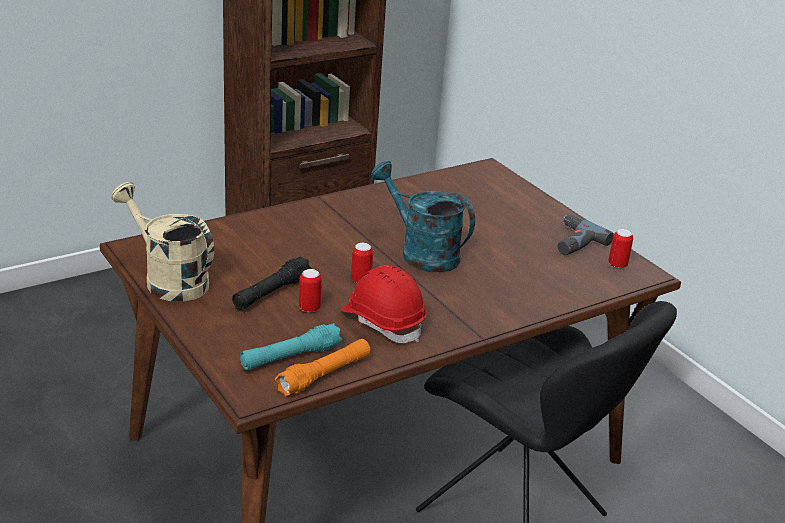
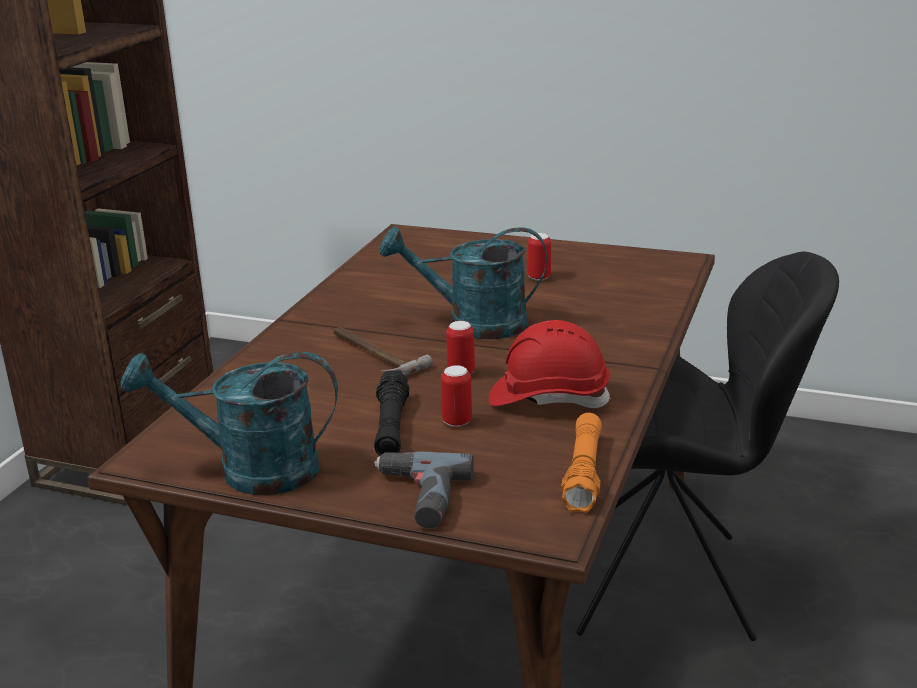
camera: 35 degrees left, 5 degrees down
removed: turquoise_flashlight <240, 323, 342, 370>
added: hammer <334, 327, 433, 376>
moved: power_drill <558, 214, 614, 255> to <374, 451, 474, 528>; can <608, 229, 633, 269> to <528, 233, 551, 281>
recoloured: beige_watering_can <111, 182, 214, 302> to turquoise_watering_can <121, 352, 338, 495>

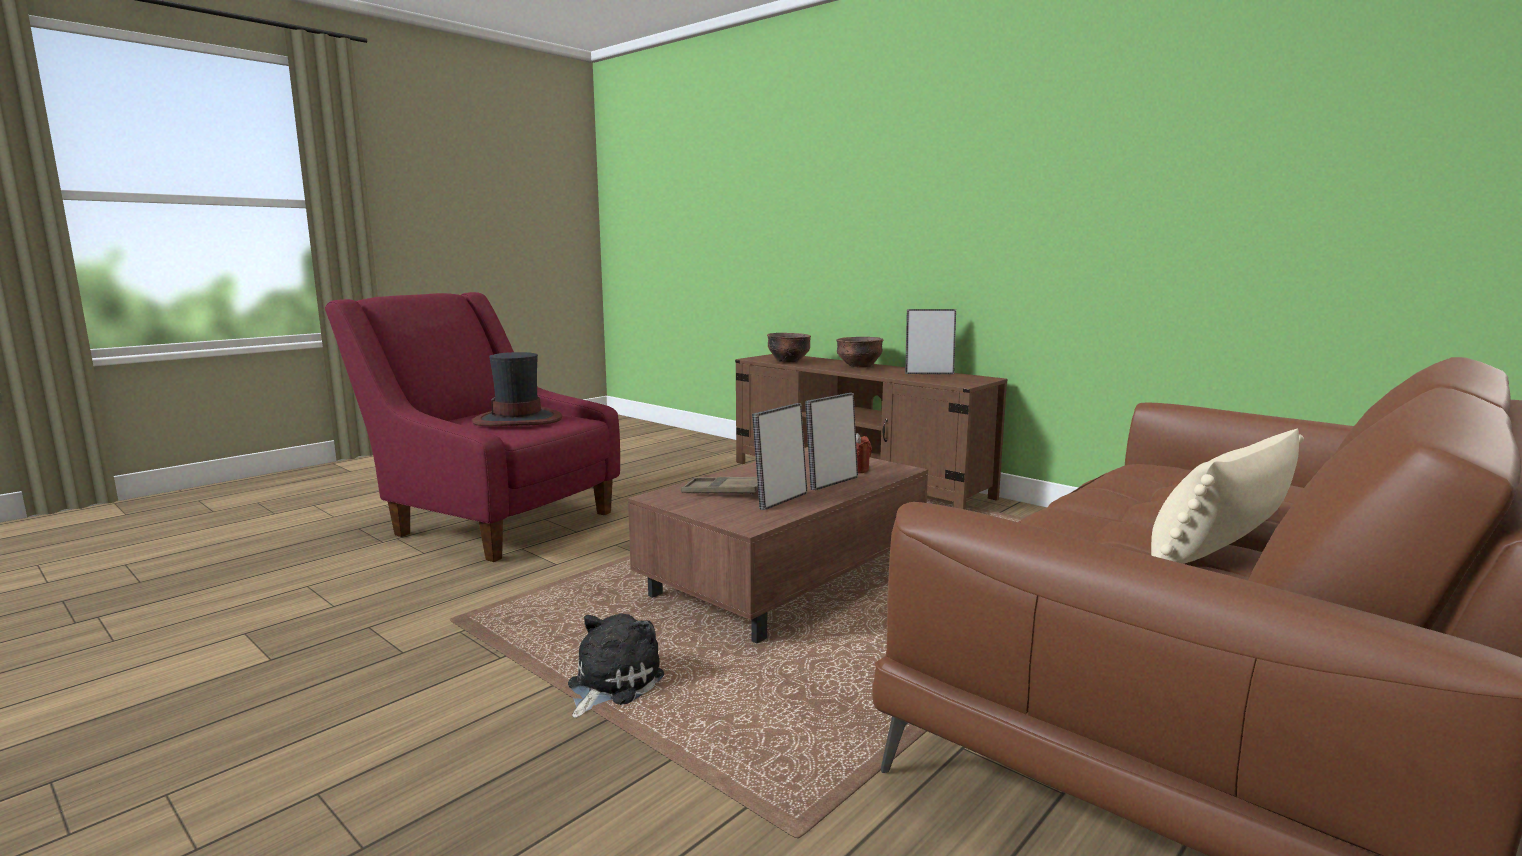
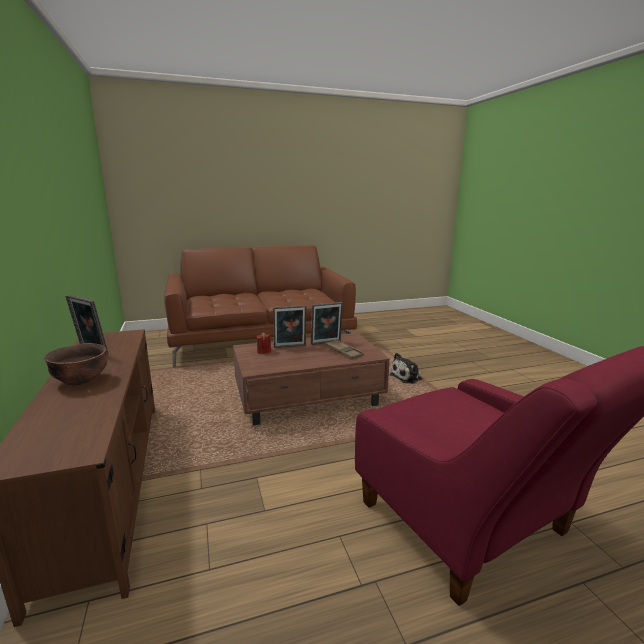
camera: 150 degrees left, 5 degrees up
removed: hat <472, 352, 562, 426>; brown_bowl <767, 333, 811, 362>; beige_pillow <1151, 429, 1304, 564>

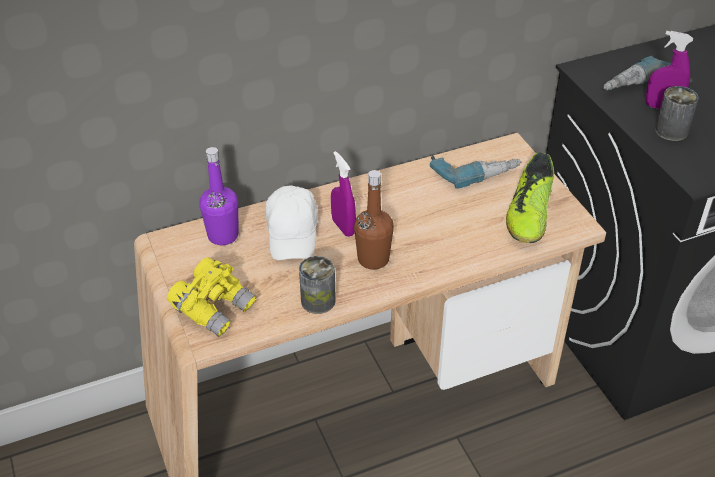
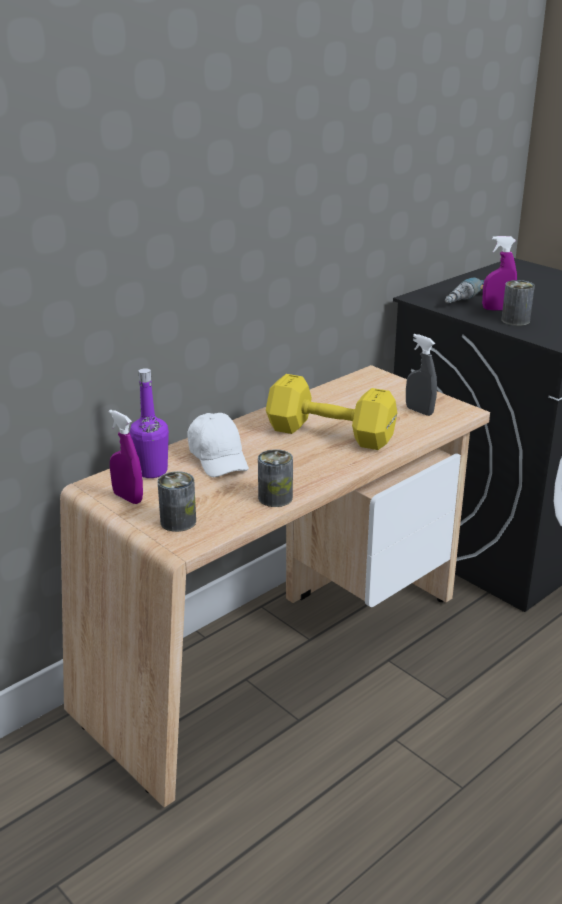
camera: 20 degrees left, 15 degrees down
removed: brown_bottle <354, 170, 394, 270>; power_drill <430, 156, 522, 189>
added: yellow_dumbbell <266, 374, 397, 450>
moved: purple_spray_bottle <331, 151, 356, 237> to <109, 410, 143, 504>
replaced: yellow_binoculars <167, 257, 256, 337> to can <157, 471, 196, 532>; shoe <506, 152, 554, 243> to grey_spray_bottle <406, 334, 437, 416>

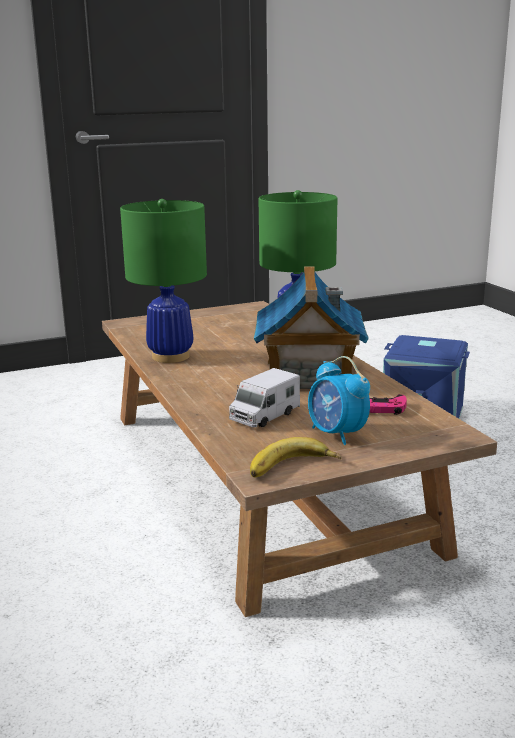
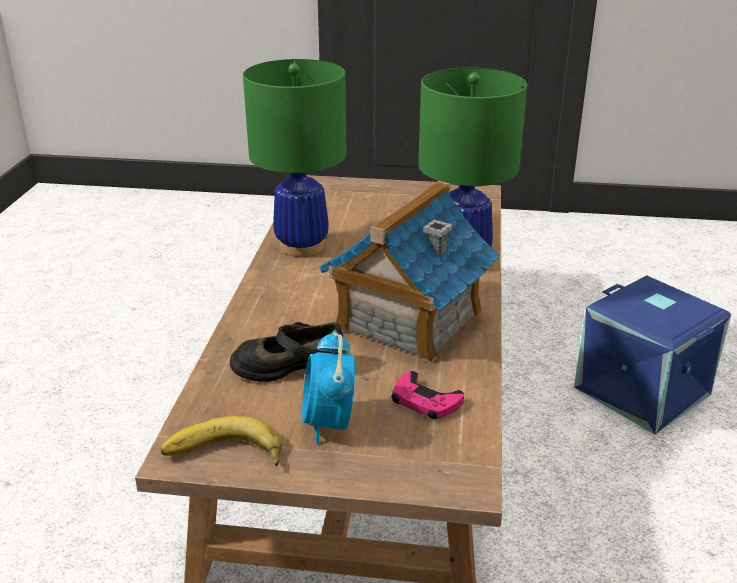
camera: 30 degrees right, 10 degrees up
replaced: toy_truck <229, 368, 300, 427> to black_shoe <230, 322, 346, 382>

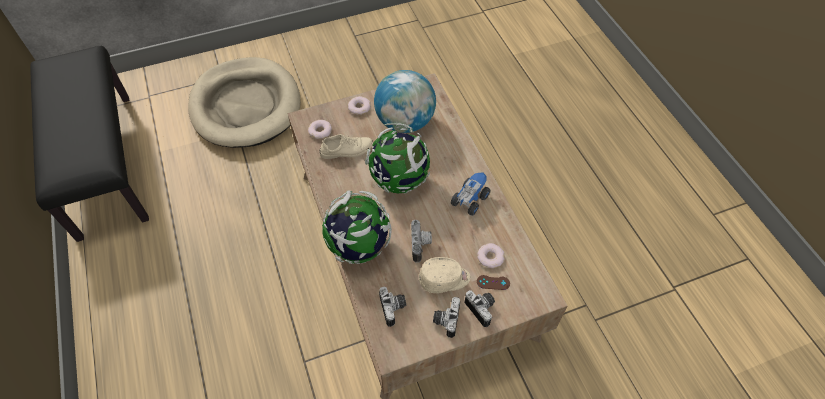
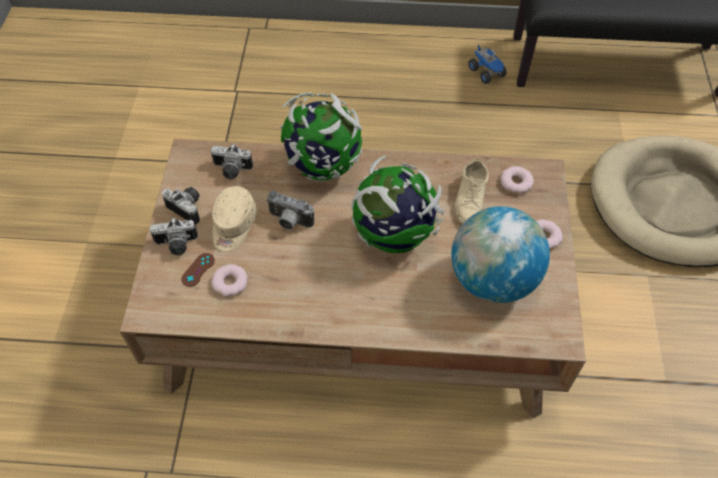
camera: 115 degrees right, 0 degrees up
moved: toy_truck <451, 172, 491, 216> to <468, 44, 507, 84>

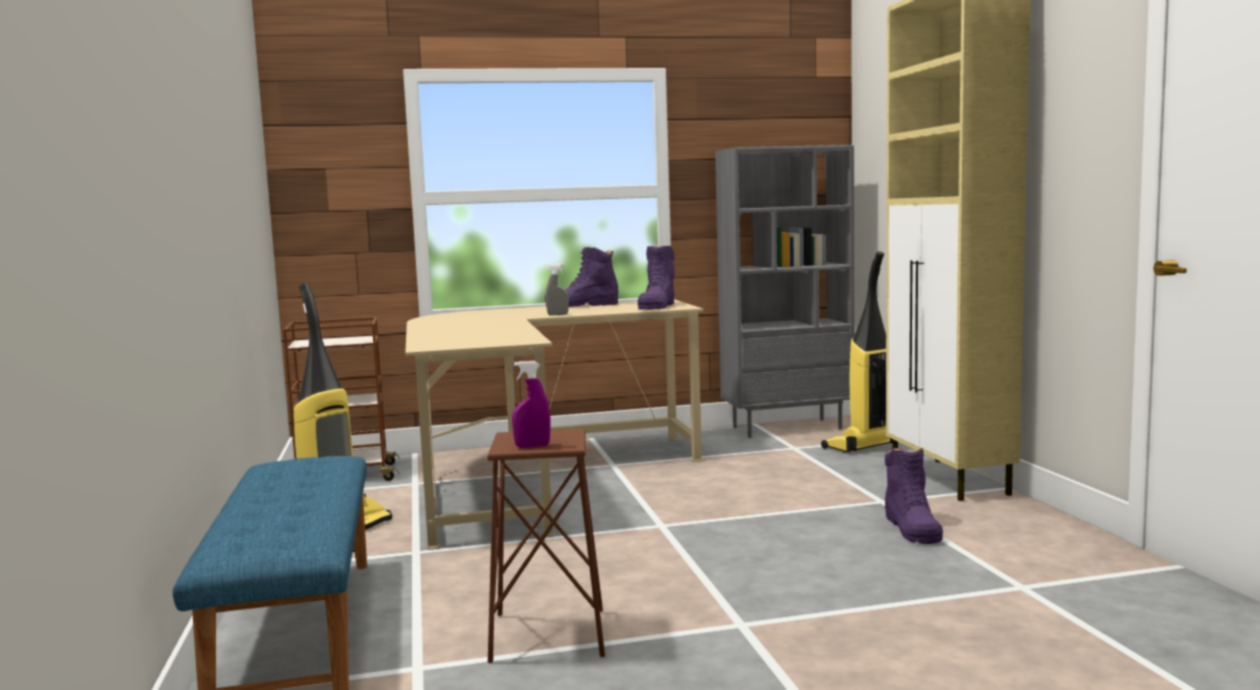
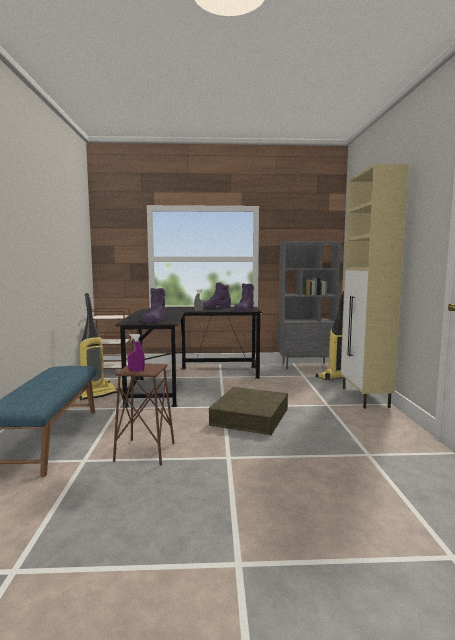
camera: 10 degrees right, 0 degrees up
added: brown_storage_box <209, 387, 288, 435>
moved: purple_boot <885, 448, 943, 544> to <143, 288, 166, 323>
recoloured: beige_desk <405, 299, 703, 550> to black_desk <116, 307, 262, 408>

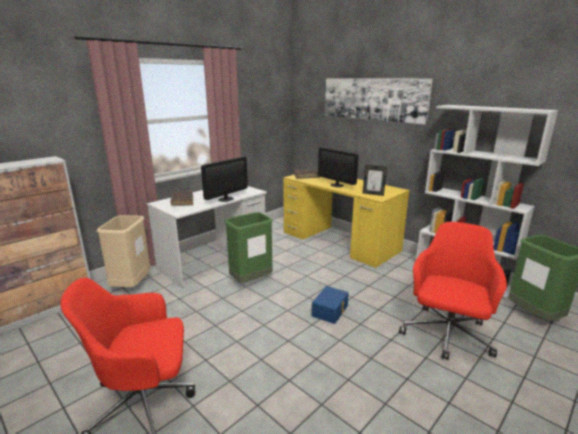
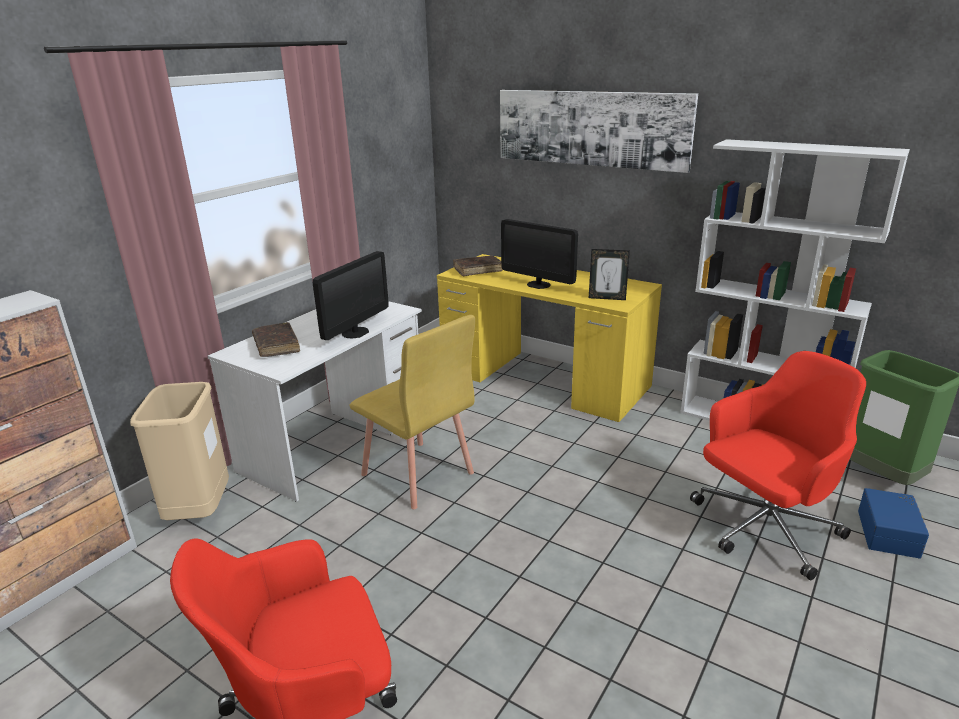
camera: 10 degrees left, 5 degrees up
moved: blue_storage_box <312, 286, 349, 324> to <858, 488, 929, 559>
replaced: green_trash_can <225, 212, 273, 283> to yellow_chair <349, 315, 475, 509>
turned: red_office_chair <399, 222, 507, 360> = <690, 351, 866, 580> 45 degrees clockwise

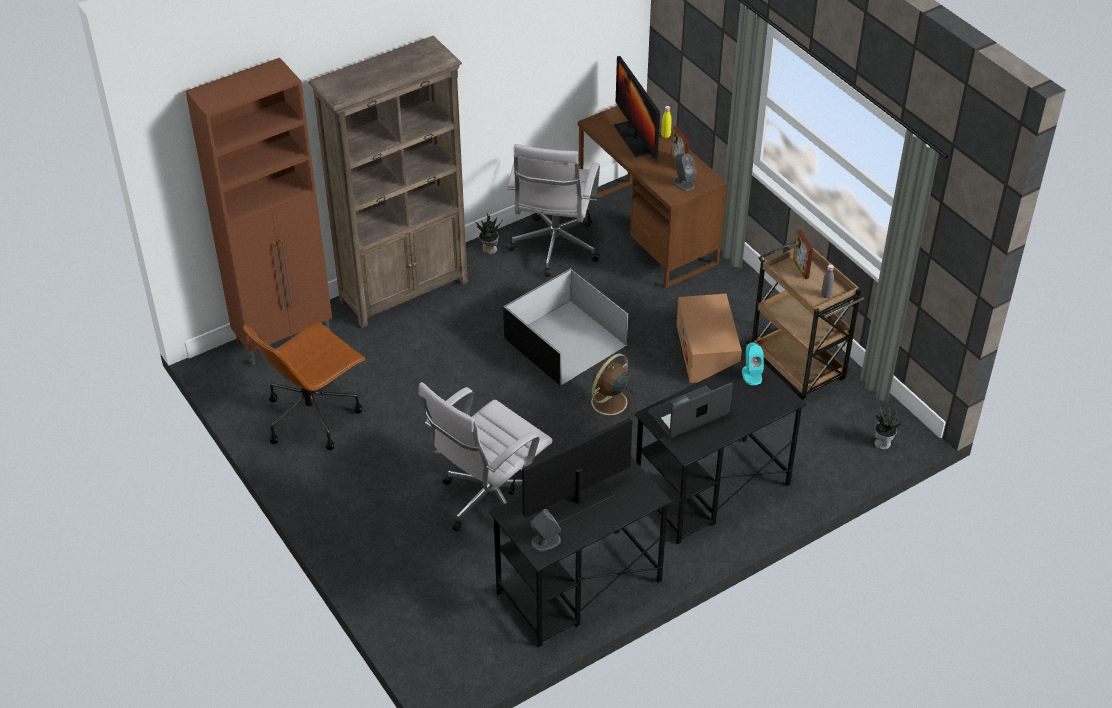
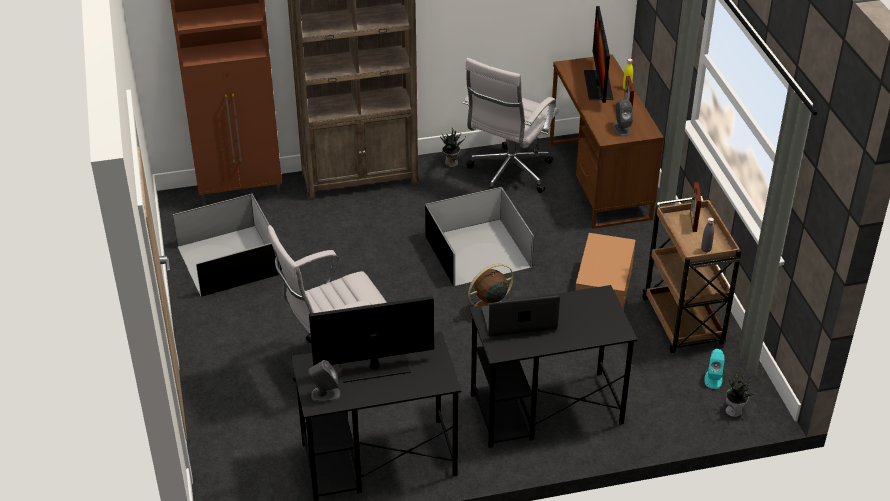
camera: 20 degrees right, 5 degrees down
moved: turquoise_speaker <742, 343, 764, 385> to <704, 349, 725, 389>
replaced: brown_office_chair <243, 323, 365, 450> to black_storage_box <173, 194, 282, 297>

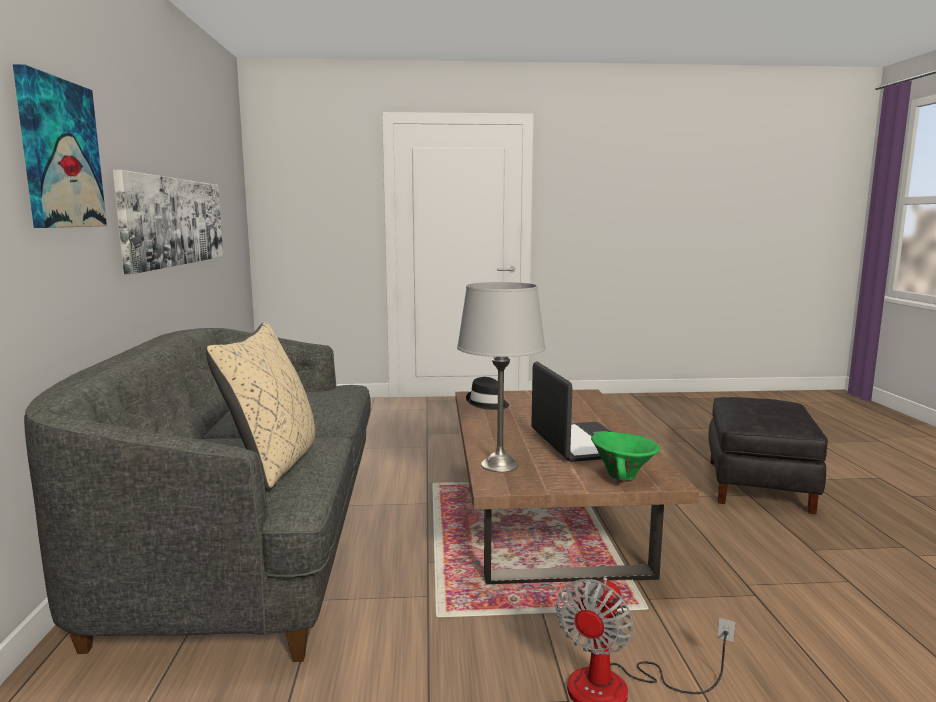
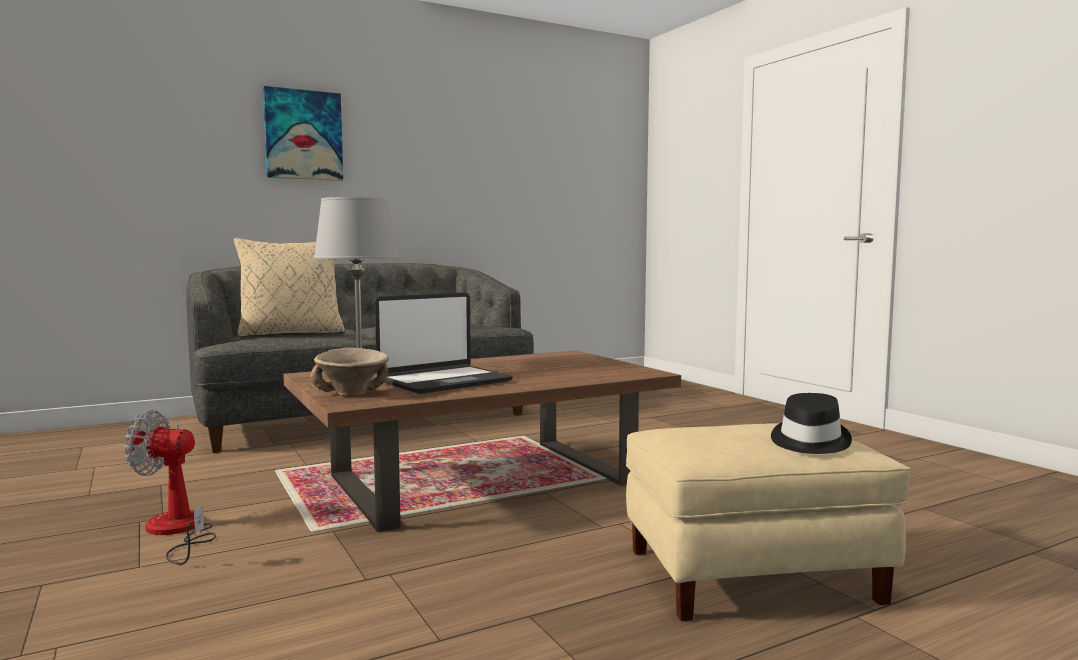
camera: 65 degrees right, 5 degrees down
removed: picture <113, 170, 223, 275>
moved: black_hat <466, 377, 509, 410> to <771, 393, 852, 454>
recoloured: green_bowl <591, 432, 660, 483> to beige_bowl <311, 347, 389, 397>; black_ottoman <708, 397, 828, 514> to beige_ottoman <626, 423, 911, 621>

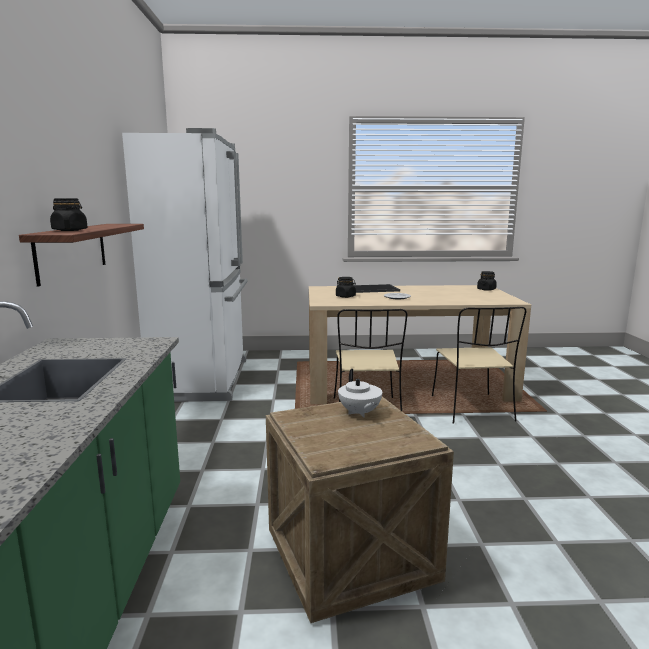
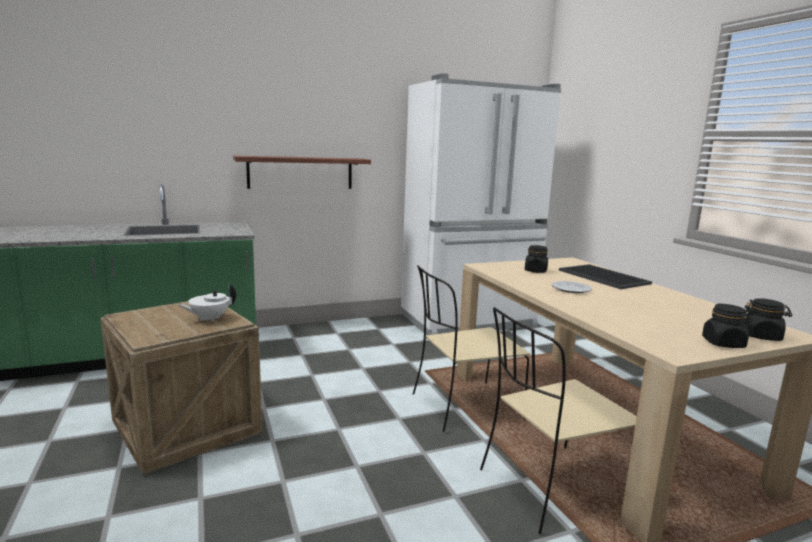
camera: 70 degrees right, 0 degrees up
moved: black_jar <50, 198, 87, 231> to <702, 303, 749, 348>

